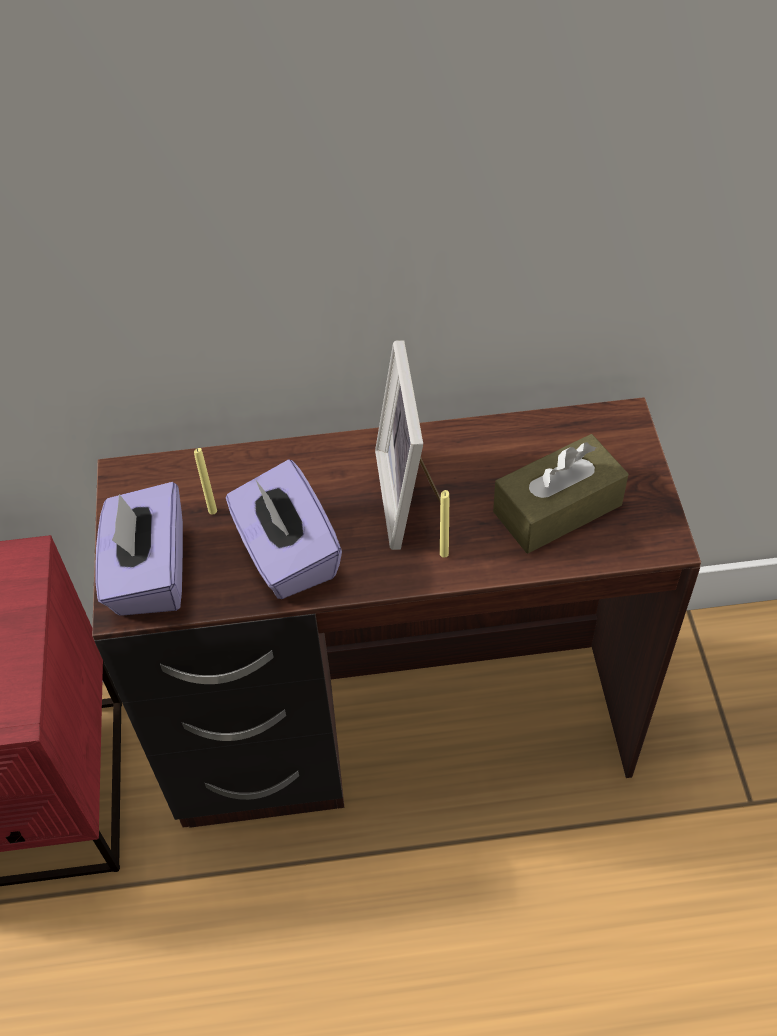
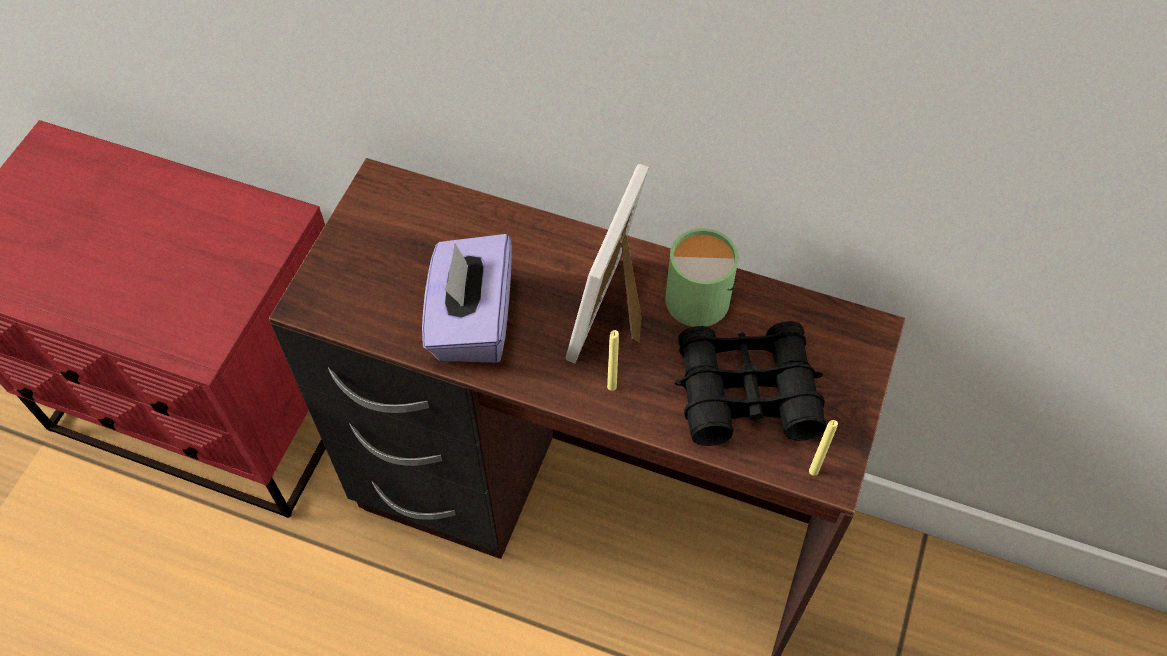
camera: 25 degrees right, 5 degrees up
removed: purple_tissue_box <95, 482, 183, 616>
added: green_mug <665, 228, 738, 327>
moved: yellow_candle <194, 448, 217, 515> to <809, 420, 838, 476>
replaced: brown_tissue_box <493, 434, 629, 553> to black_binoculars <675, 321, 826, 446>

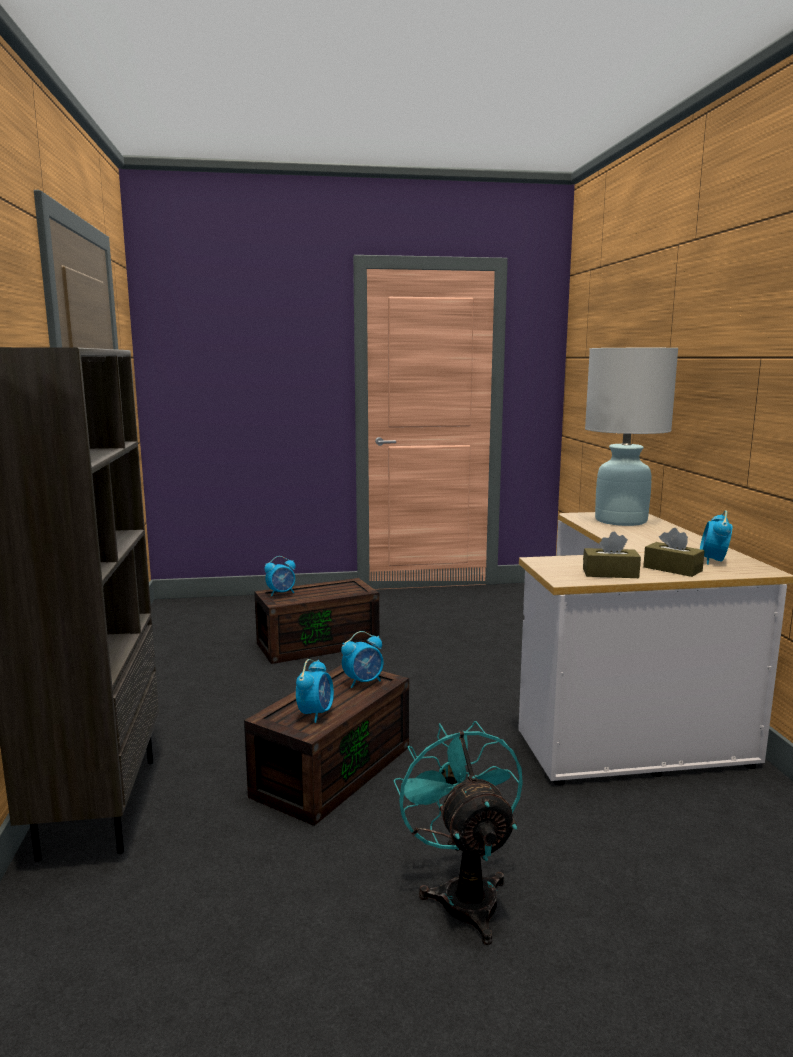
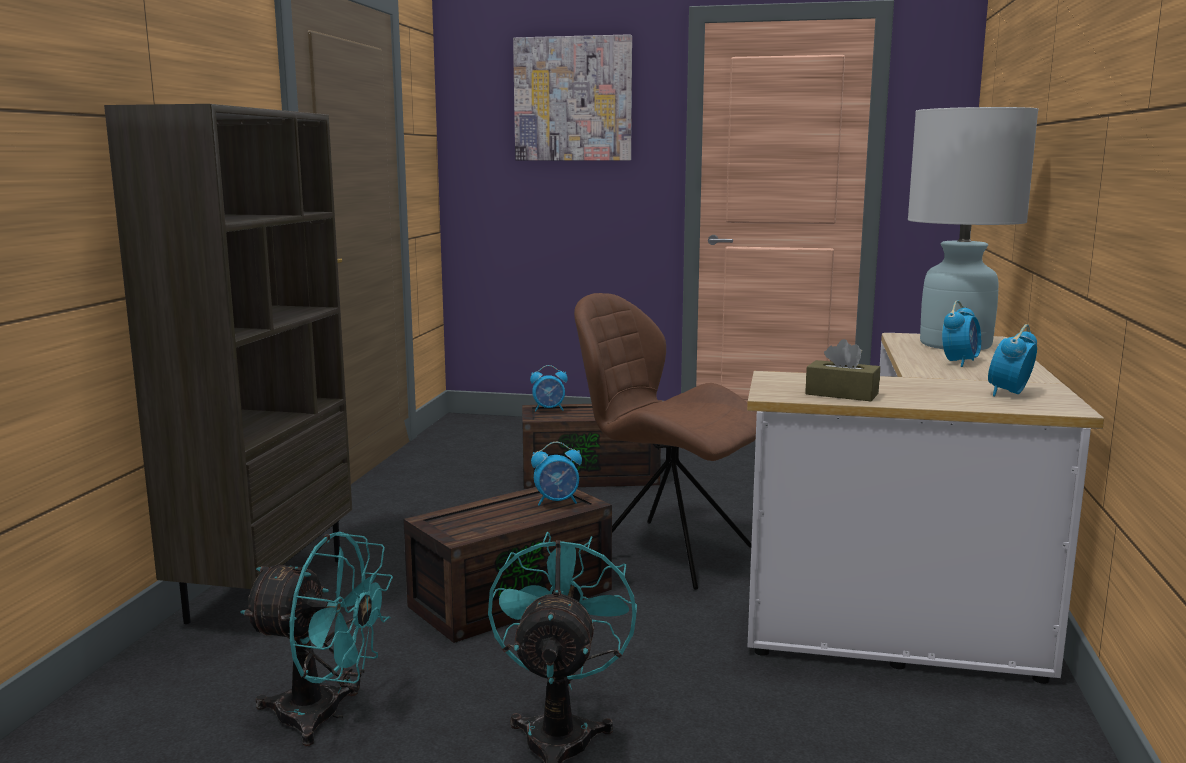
camera: 20 degrees right, 0 degrees up
removed: brown_tissue_box <643, 528, 705, 577>
added: turquoise_fan <241, 532, 393, 746>; picture <513, 34, 632, 160>; brown_chair <574, 293, 757, 590>
moved: alarm_clock <296, 659, 334, 723> to <942, 301, 981, 367>

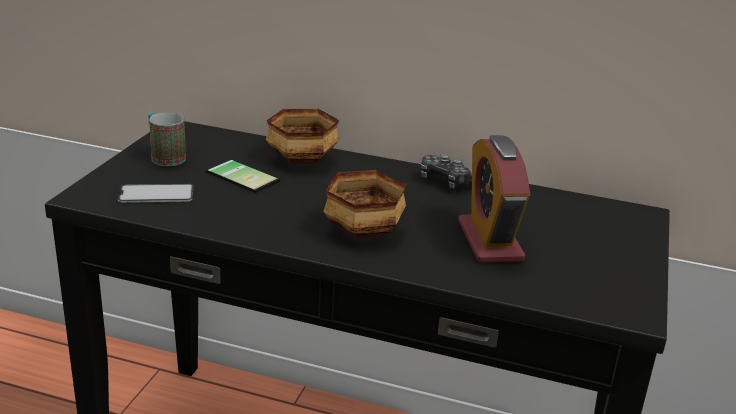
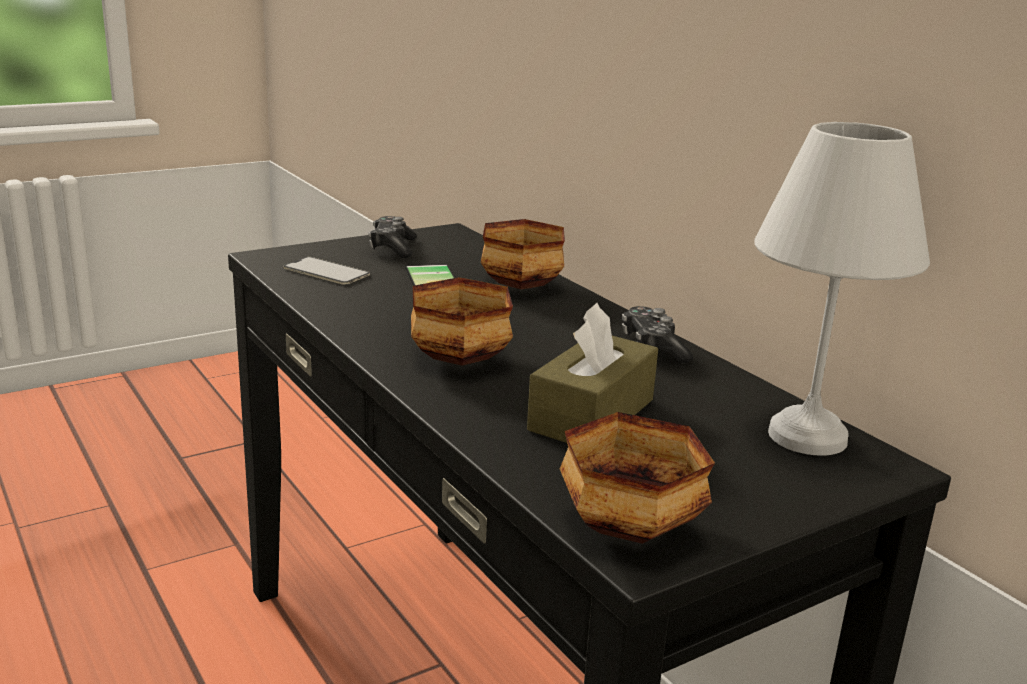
camera: 40 degrees right, 5 degrees down
added: bowl <560, 412, 715, 544>; white_table_lamp <755, 122, 930, 456>
replaced: mug <148, 112, 186, 166> to game_controller <368, 216, 417, 258>; alarm_clock <458, 135, 530, 263> to brown_tissue_box <527, 303, 658, 443>

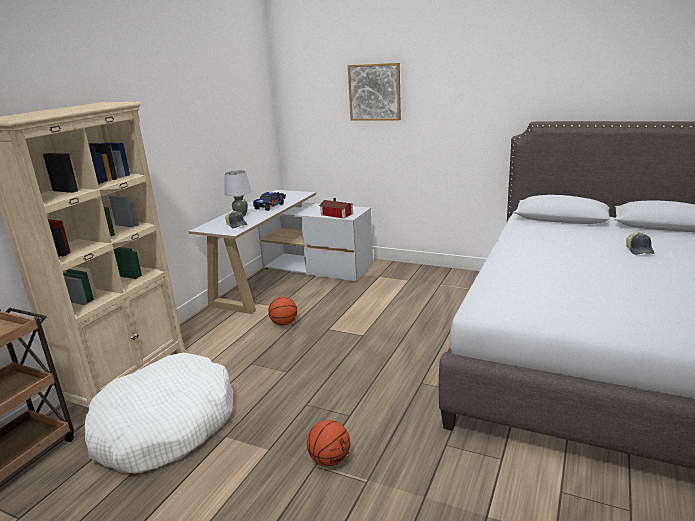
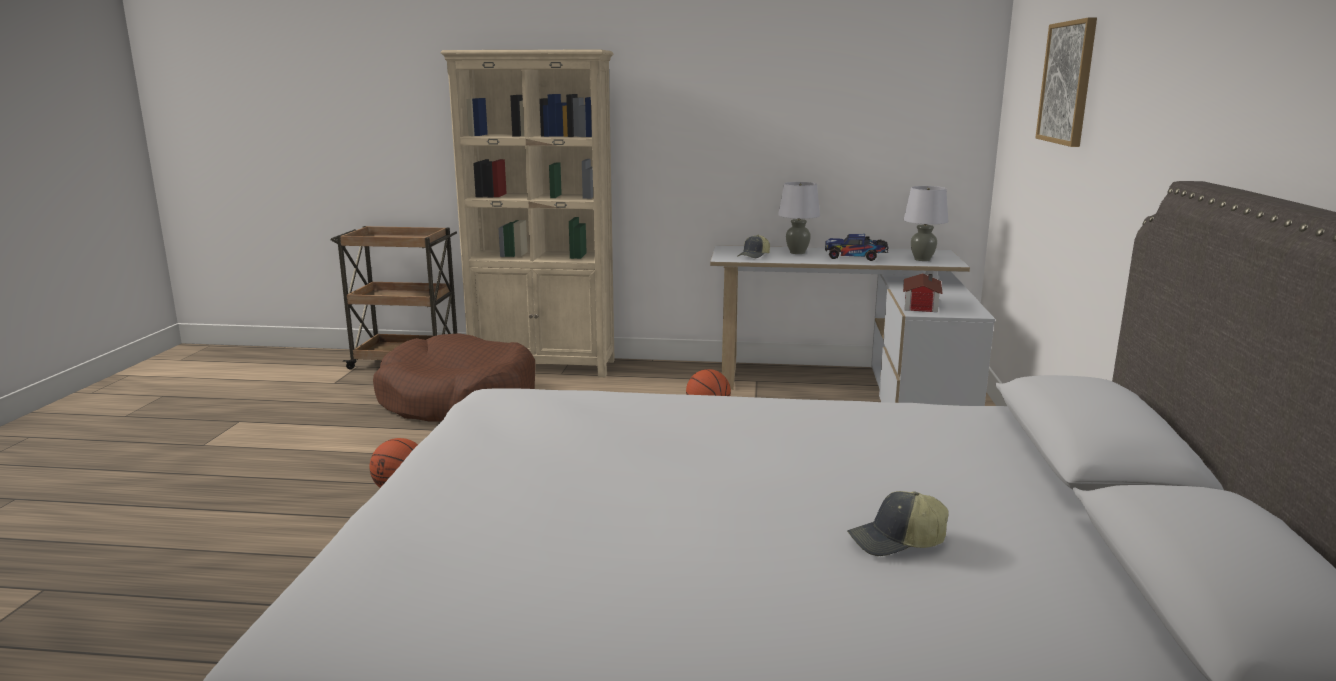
camera: 70 degrees right, 5 degrees down
added: grey_table_lamp <904, 186, 948, 261>
recoloured: white_dog_bed <85, 353, 233, 473> to brown_dog_bed <373, 333, 535, 422>

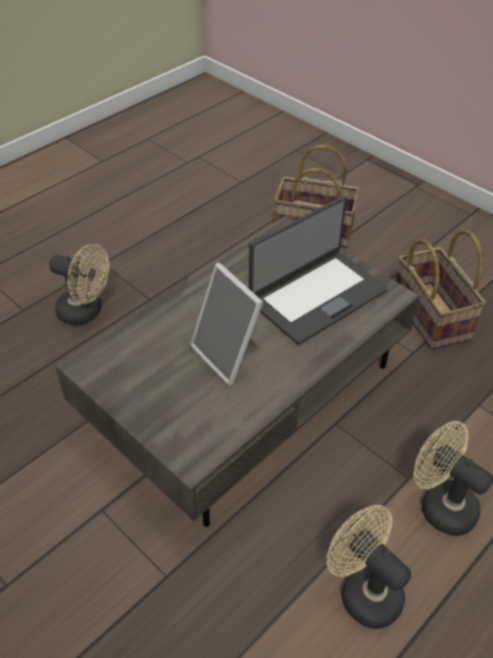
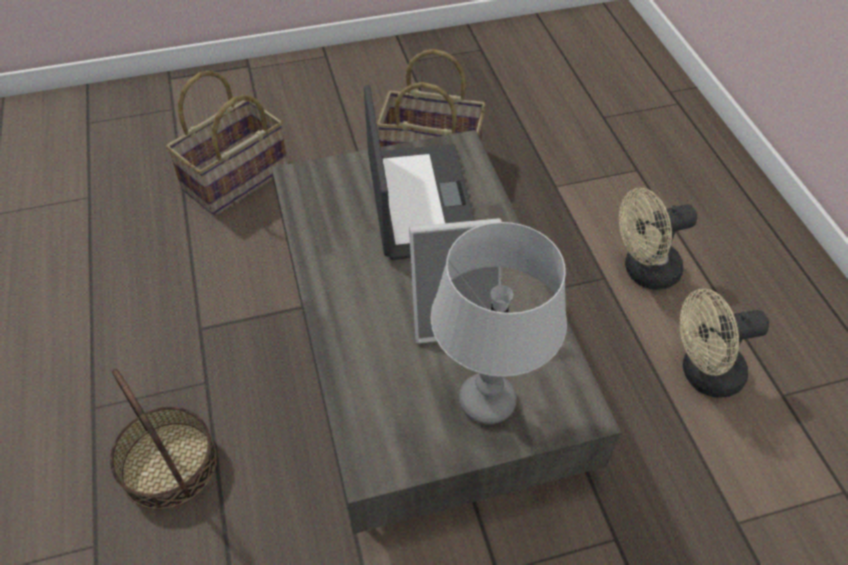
camera: 60 degrees left, 5 degrees up
added: grey_table_lamp <430, 222, 567, 424>
replaced: beige_fan <49, 244, 110, 325> to basket <110, 369, 217, 510>

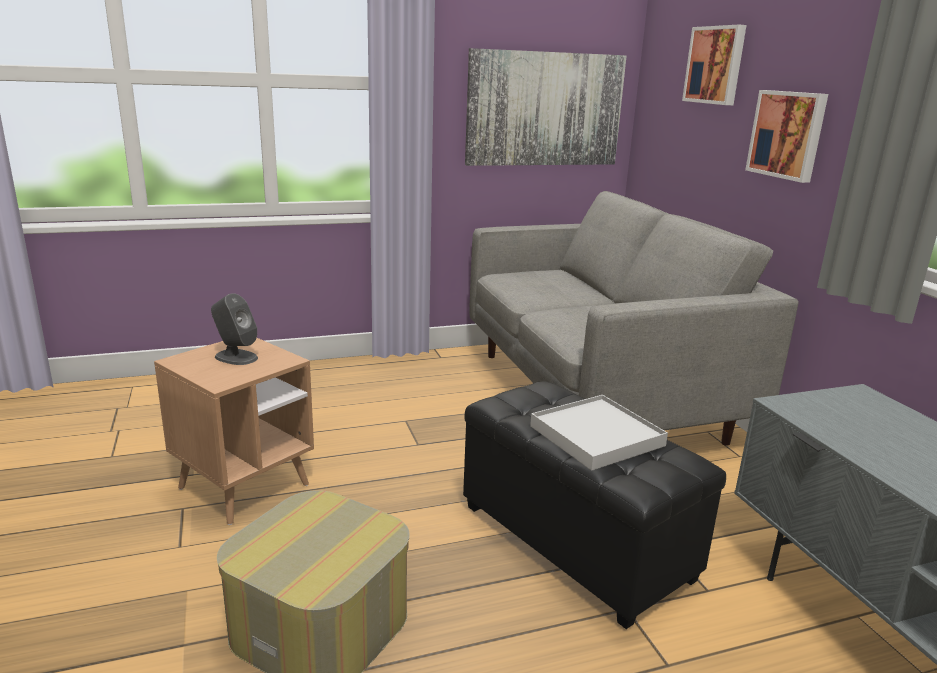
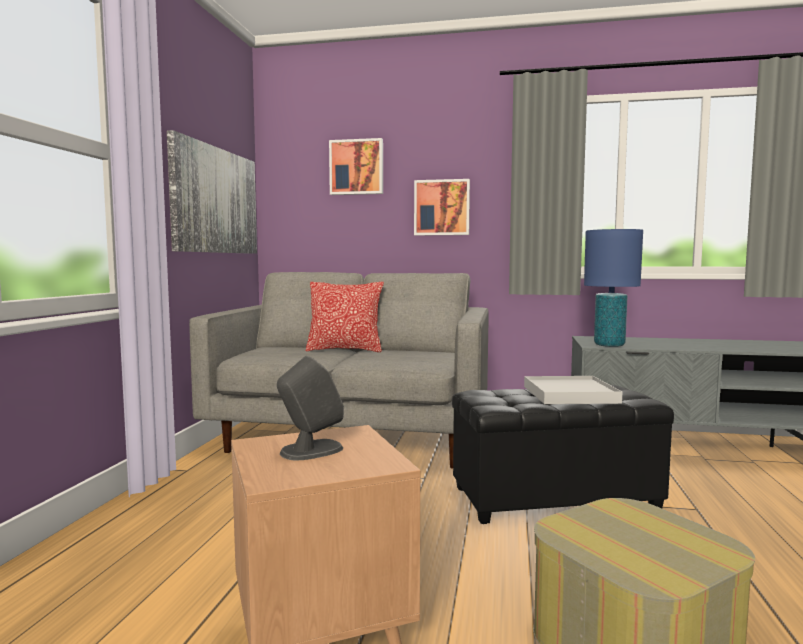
camera: 60 degrees left, 15 degrees down
added: pillow <306, 282, 384, 352>; blue_table_lamp <584, 229, 643, 347>

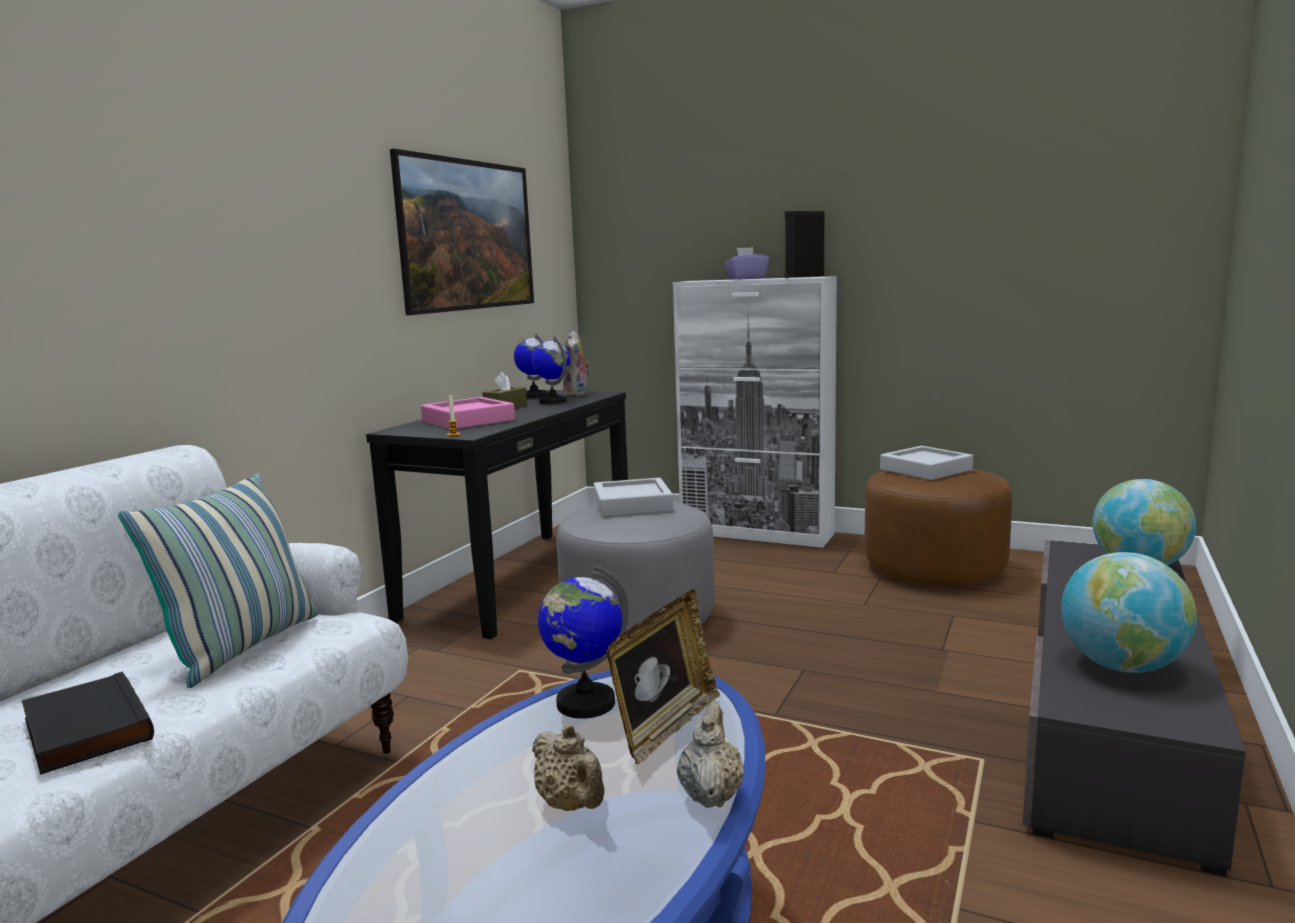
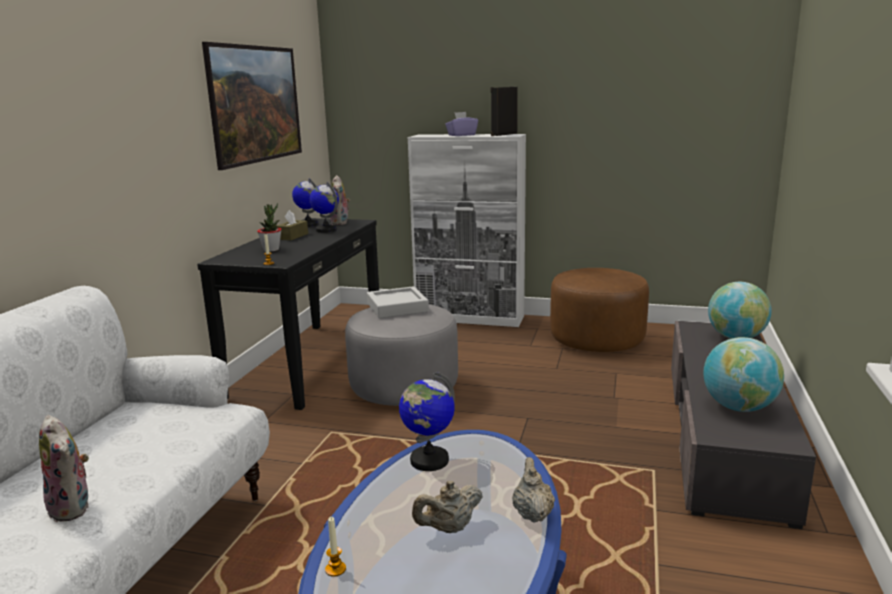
camera: 10 degrees left, 5 degrees up
removed: pillow <118, 473, 318, 688>; picture_frame <606, 590, 720, 765>; grey_tray <880, 446, 973, 480>
added: candle <325, 517, 346, 577>
replaced: black_book <22, 671, 154, 775> to plush_toy <39, 415, 89, 522>; pink_tray <421, 397, 515, 429> to potted_plant <257, 203, 282, 252>
turned: beige_teapot <532, 723, 604, 811> = <412, 481, 483, 533> 105 degrees clockwise

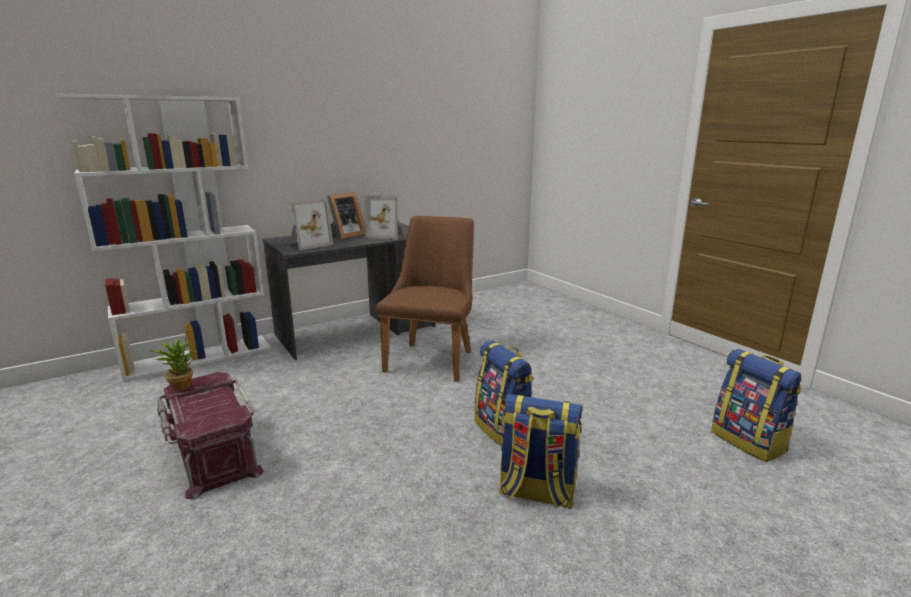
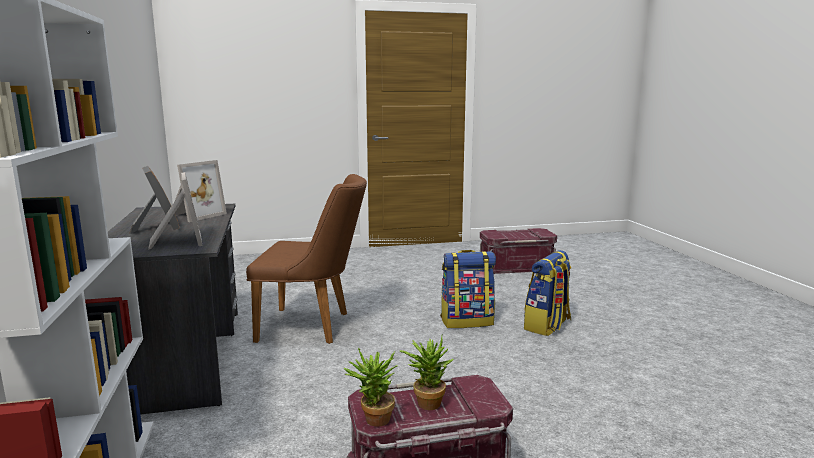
camera: 70 degrees left, 5 degrees down
added: potted_plant <400, 336, 454, 410>
replaced: backpack <711, 349, 802, 462> to red_storage_box <480, 228, 557, 274>
turned: brown_chair <376, 216, 474, 382> = <246, 174, 367, 344> 150 degrees clockwise

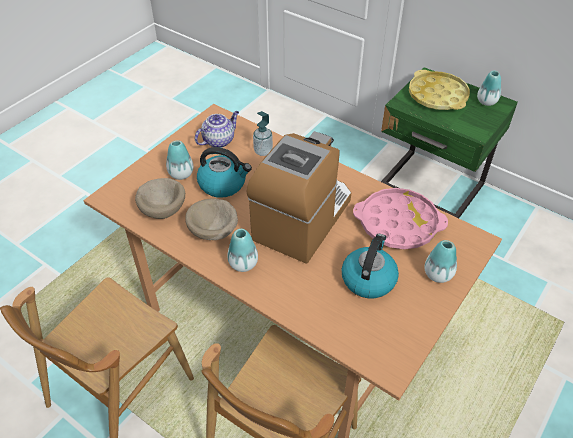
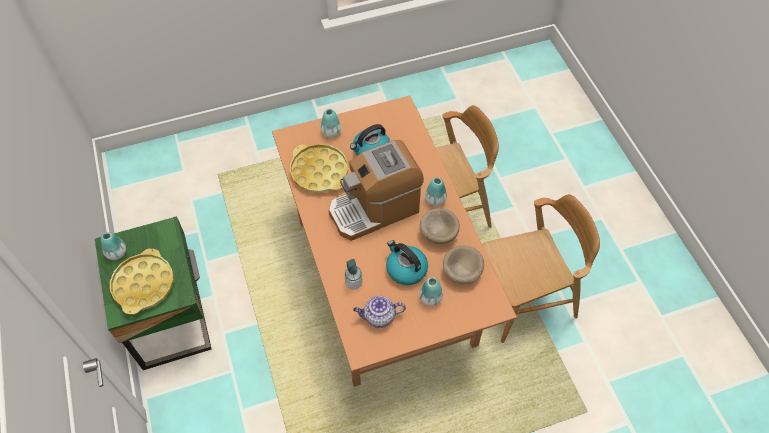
camera: 145 degrees left, 10 degrees up
recoloured: pink_tray <353, 188, 448, 249> to yellow_tray <290, 144, 348, 193>

